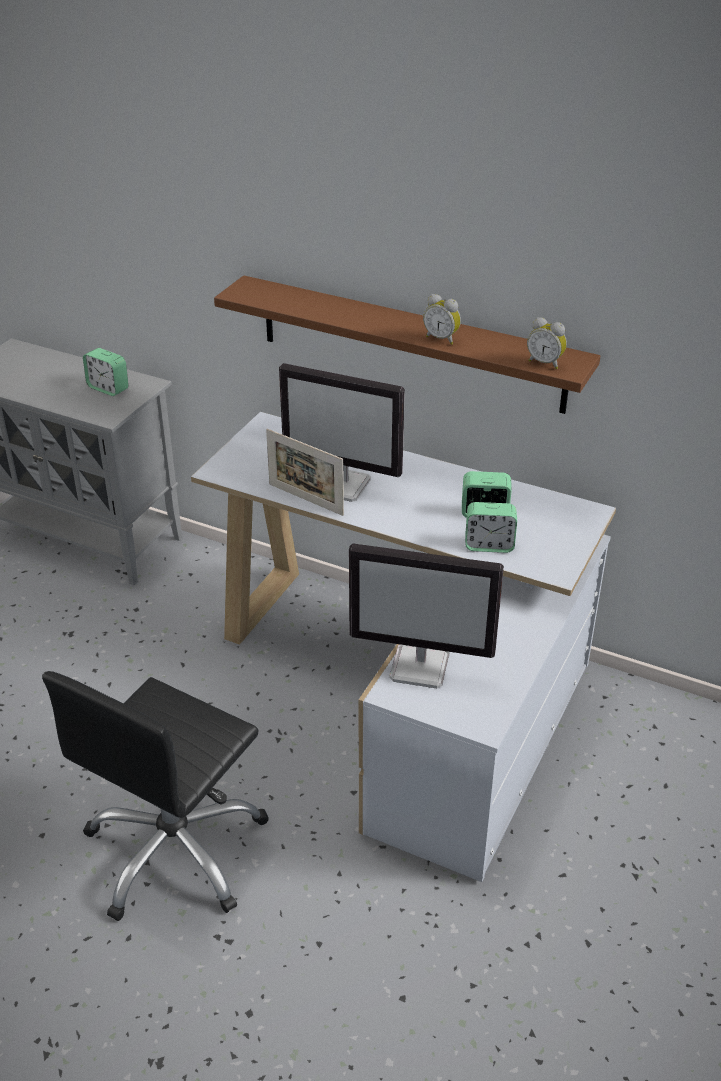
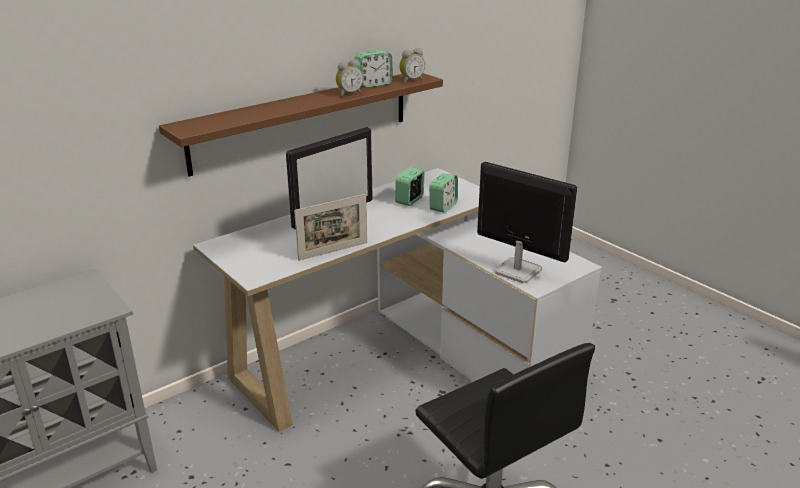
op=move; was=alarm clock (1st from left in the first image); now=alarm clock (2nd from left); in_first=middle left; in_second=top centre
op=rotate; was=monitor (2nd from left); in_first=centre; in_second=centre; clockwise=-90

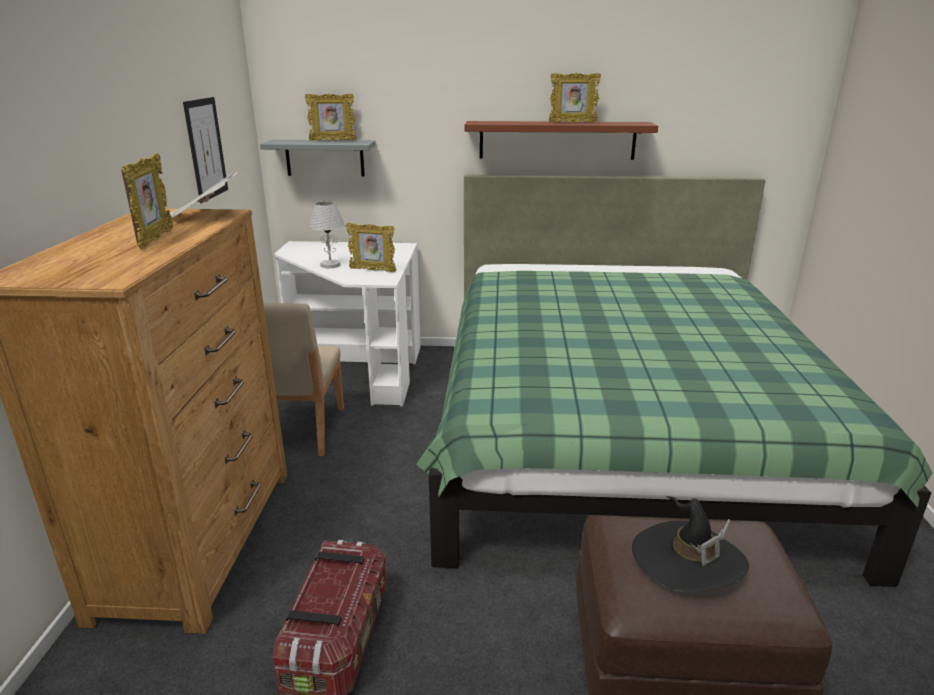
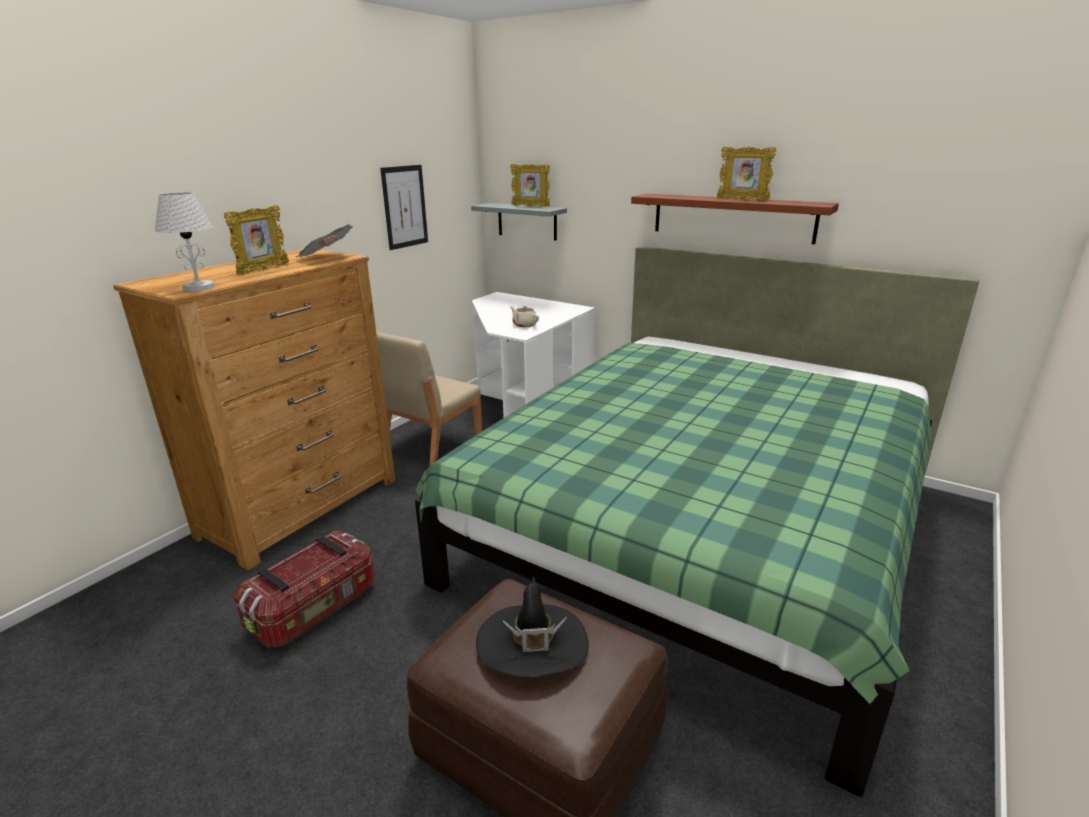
op=move; was=white table lamp; in_first=centre; in_second=top left
op=replace; was=picture frame (3rd from left); now=beige teapot; in_first=centre; in_second=centre

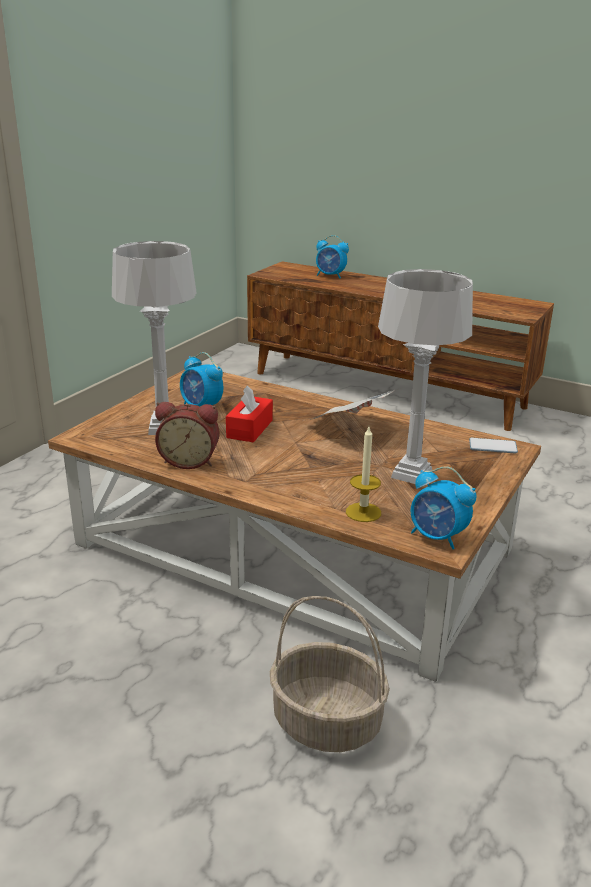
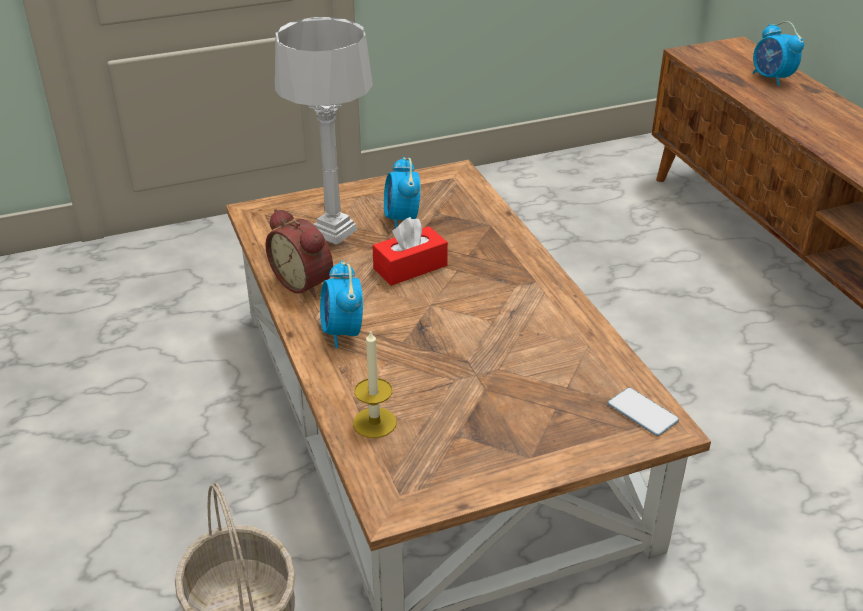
op=move; was=alarm clock (4th from left in the first image); now=alarm clock (2nd from left); in_first=middle right; in_second=centre
op=delete; was=newspaper; in_first=centre
op=delete; was=grey table lamp (2nd from left); in_first=middle right

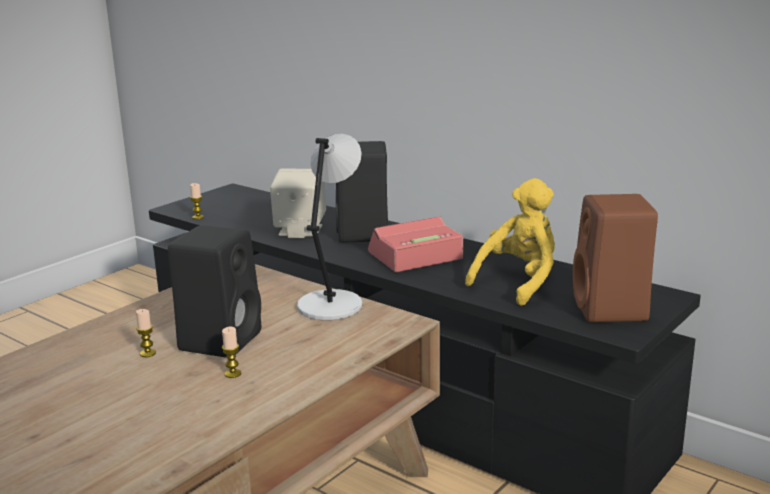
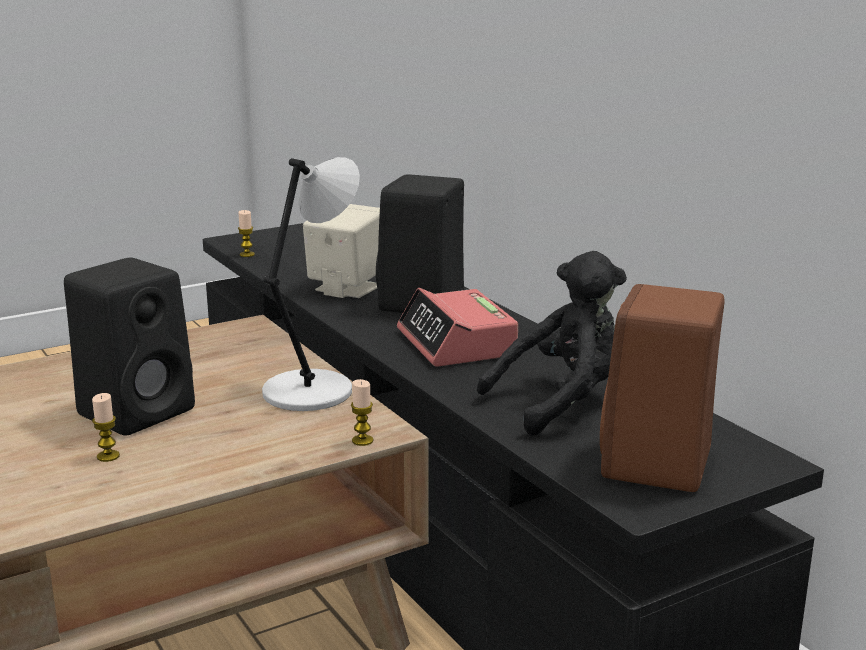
op=move; was=candle (1st from left in the first image); now=candle (3rd from left); in_first=bottom left; in_second=centre
op=rotate; was=alarm clock; in_first=centre; in_second=centre; clockwise=-105
op=recolor; was=yellow plush toy; now=black plush toy; in_first=centre; in_second=centre

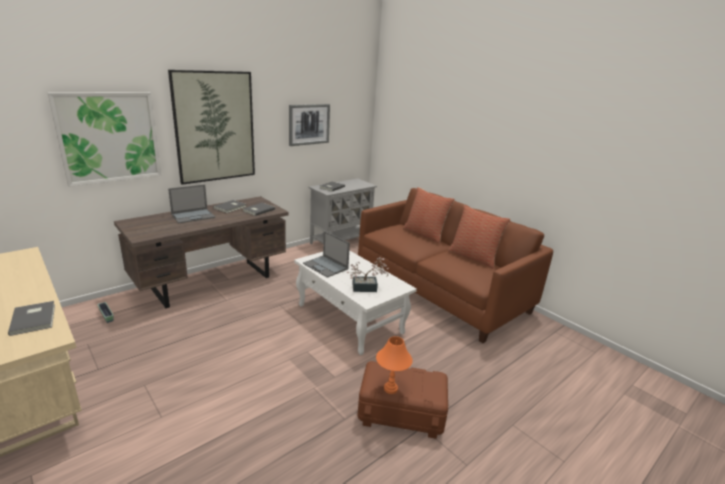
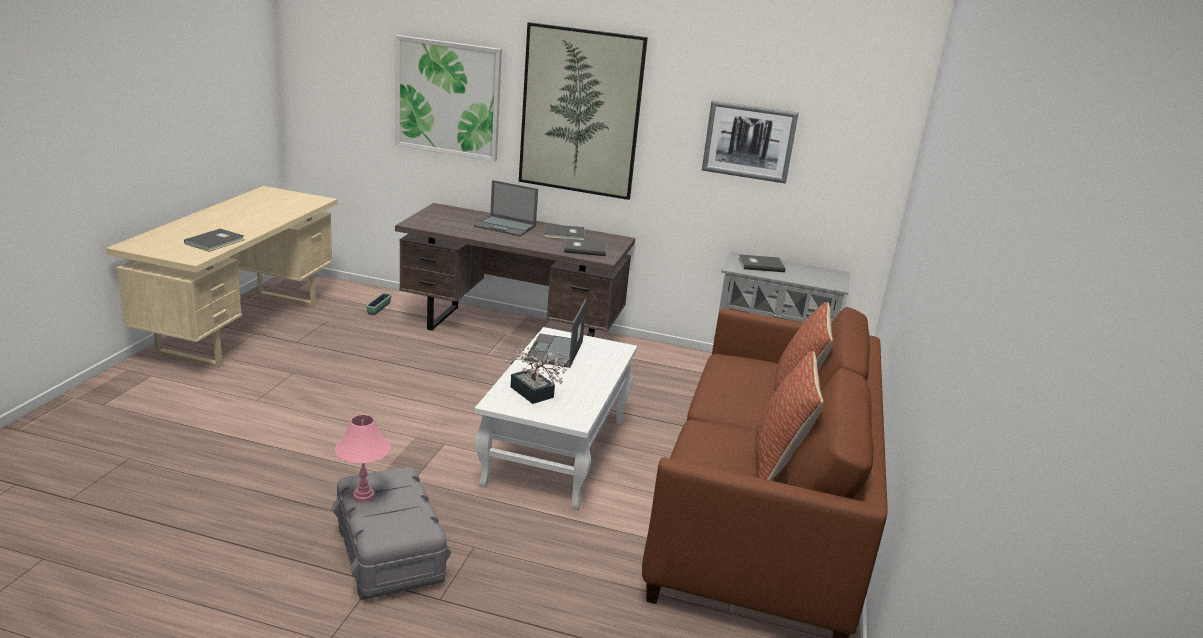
op=recolor; was=brown storage box; now=grey storage box; in_first=bottom centre; in_second=bottom left
op=recolor; was=orange table lamp; now=pink table lamp; in_first=bottom centre; in_second=bottom left

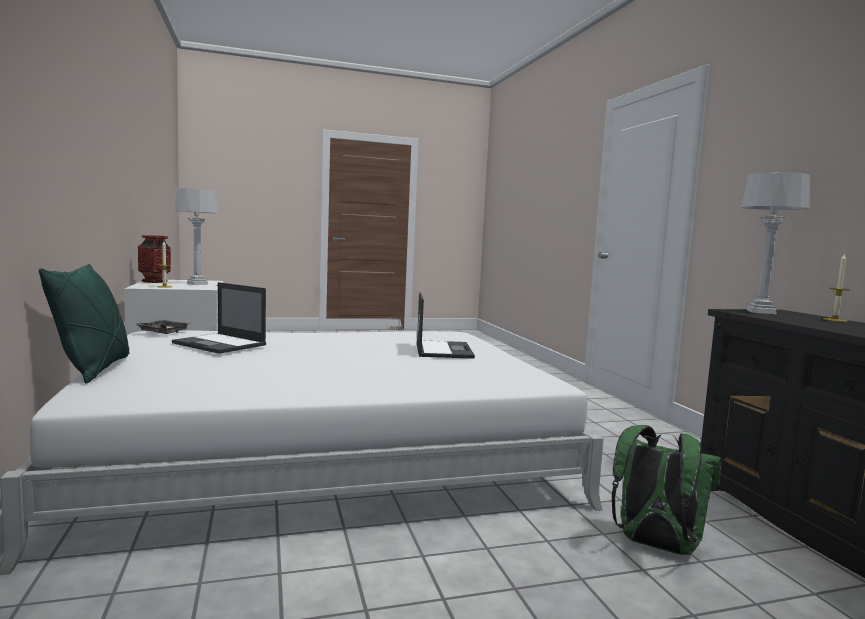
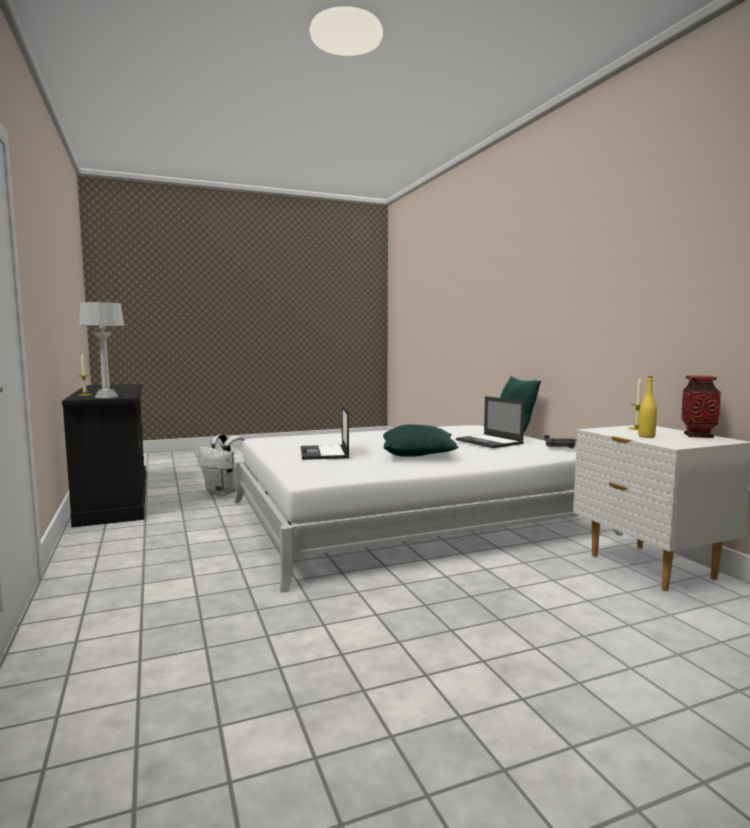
op=recolor; was=green backpack; now=white backpack; in_first=bottom right; in_second=middle left
op=insert; now=green pillow (1st from left); in_second=centre
op=rotate; was=laptop (1st from left in the first image); in_first=middle left; in_second=centre; clockwise=-150
op=replace; was=grey table lamp (1st from left); now=yellow bottle; in_first=middle left; in_second=middle right

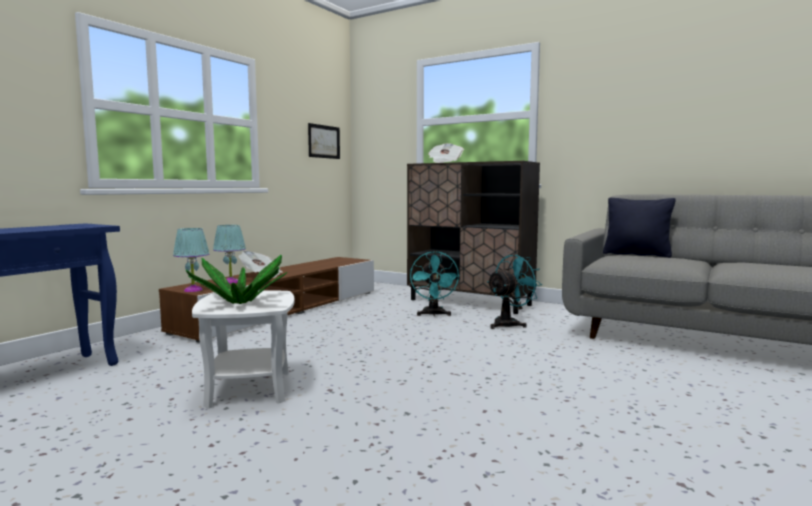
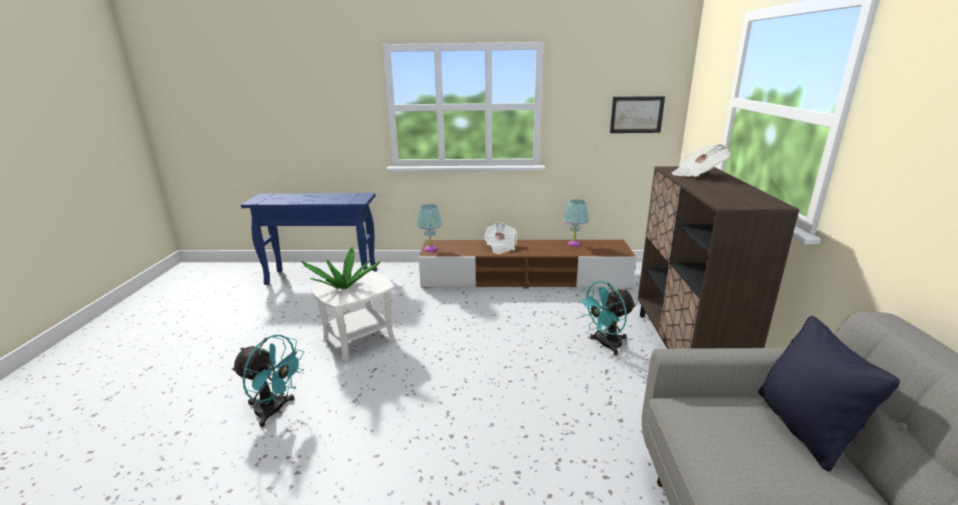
op=move; was=turquoise fan (2nd from left in the first image); now=turquoise fan (1st from left); in_first=centre; in_second=bottom left
op=move; was=turquoise table lamp (2nd from left); in_first=middle left; in_second=centre

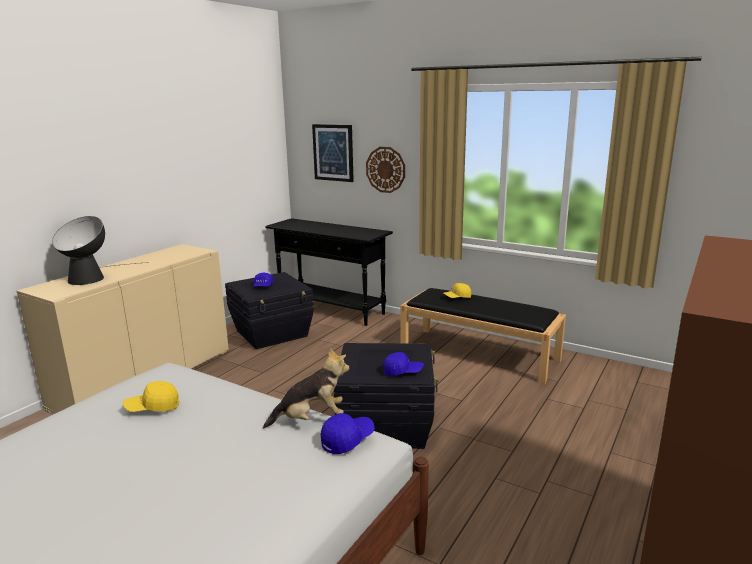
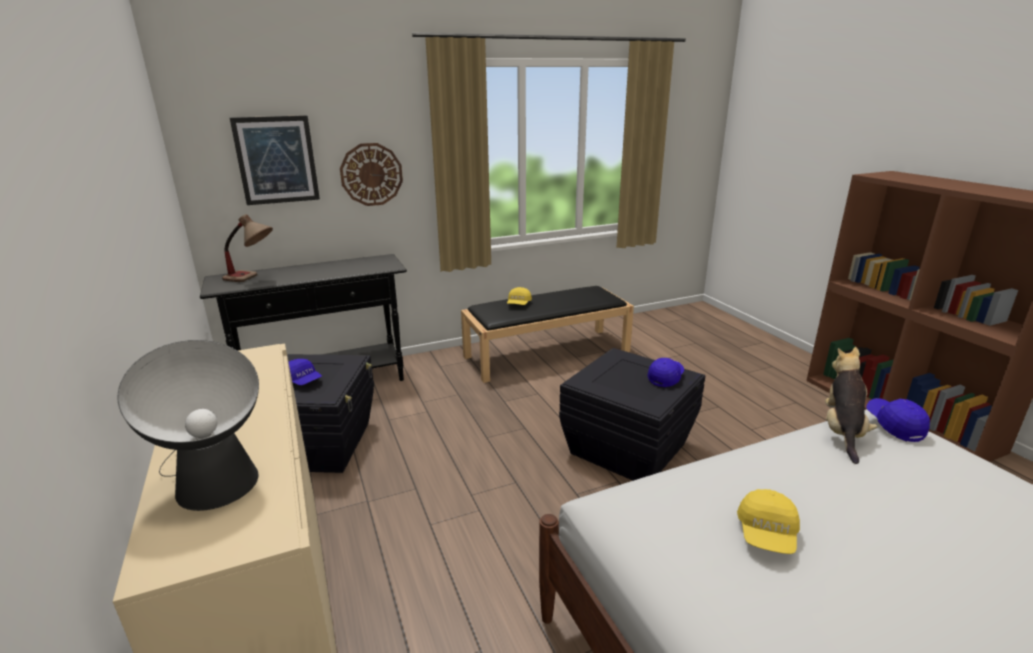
op=insert; now=table lamp (2nd from left); in_second=middle left

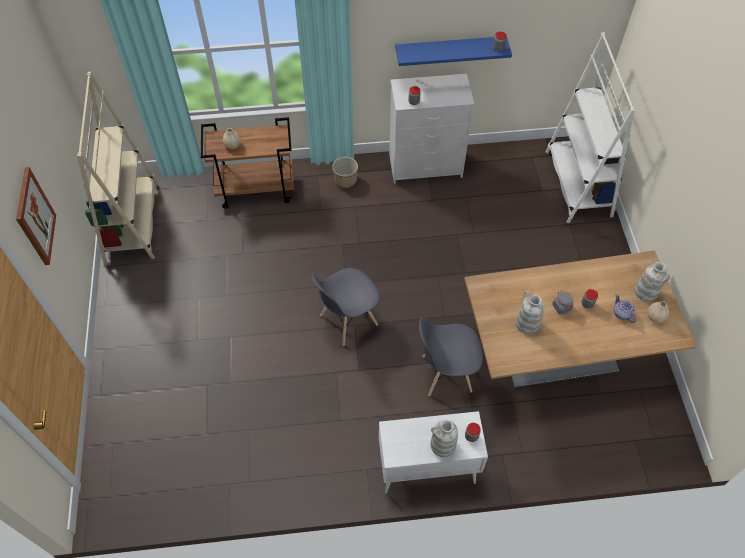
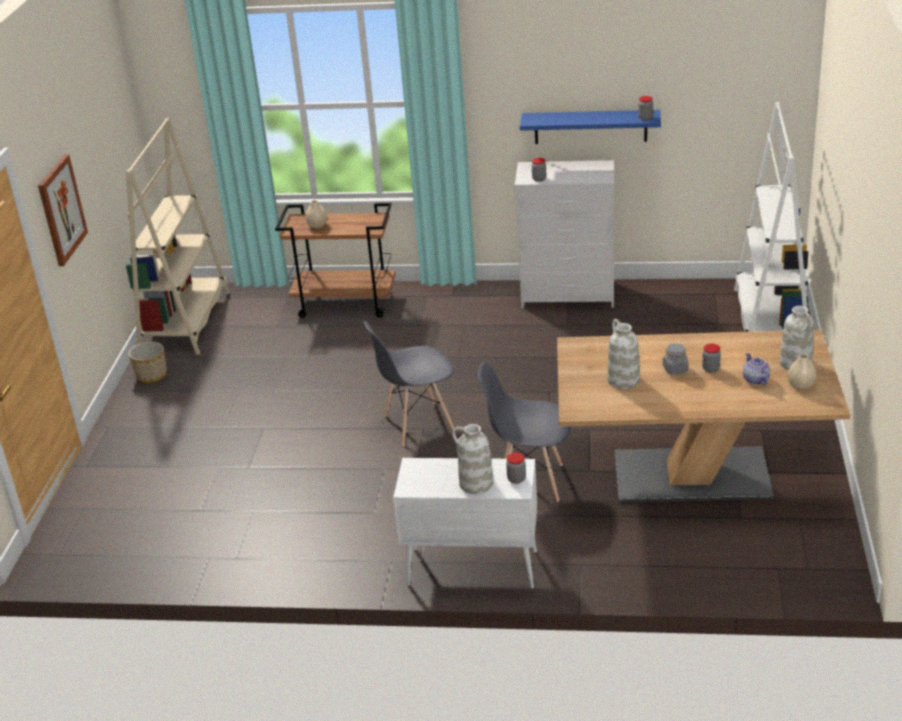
op=move; was=planter; in_first=top centre; in_second=middle left

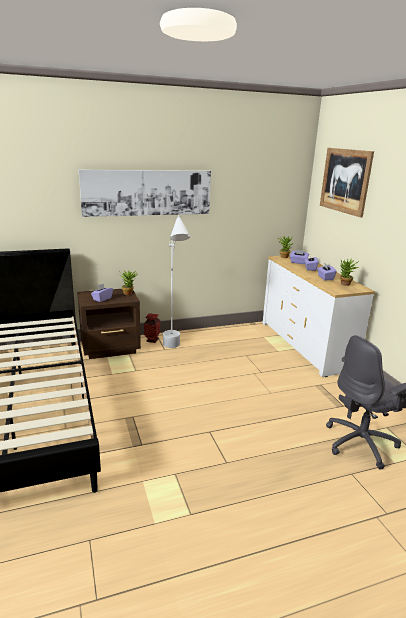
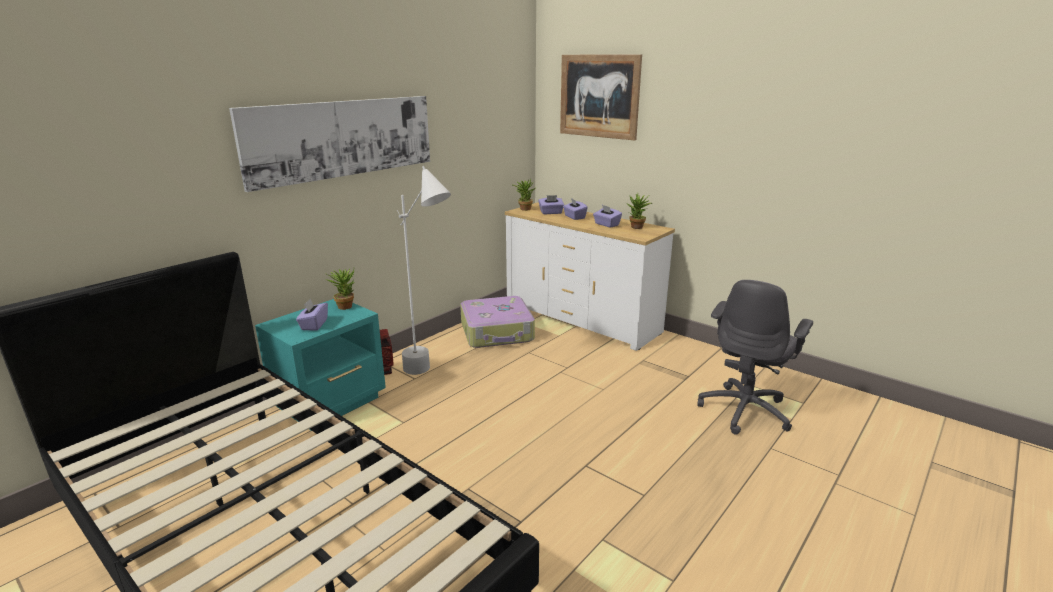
op=recolor; was=brown nightstand; now=turquoise nightstand; in_first=middle left; in_second=middle left
op=insert; now=suitcase; in_second=centre

